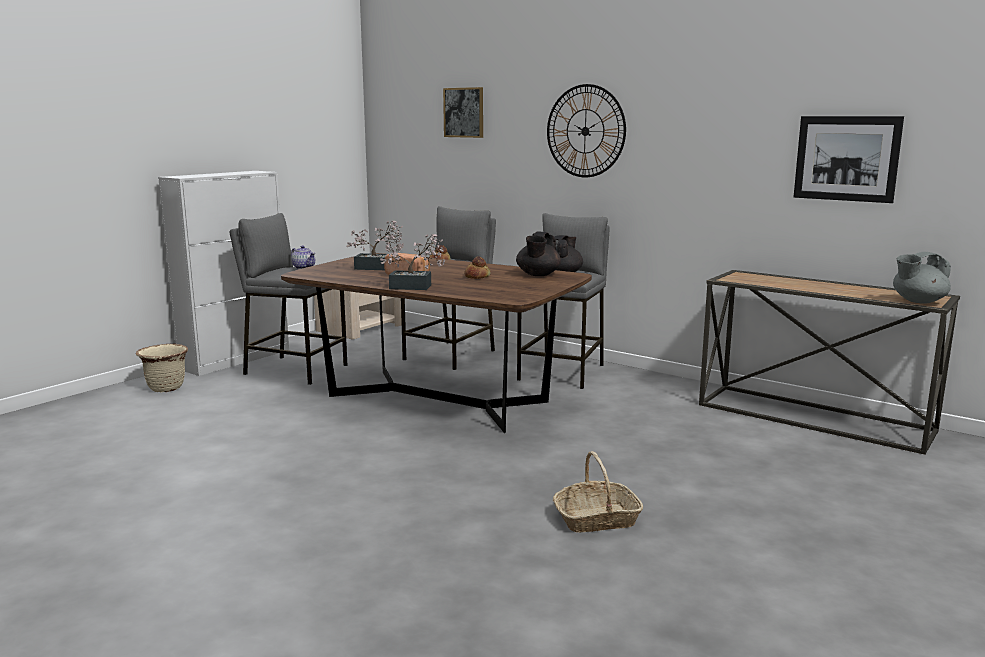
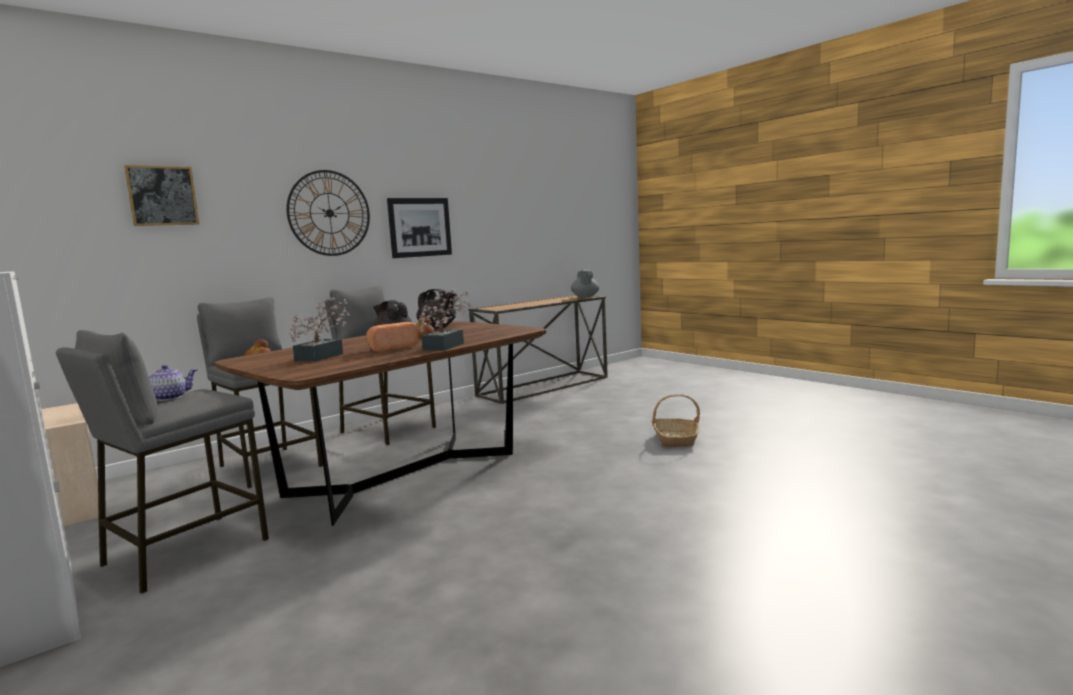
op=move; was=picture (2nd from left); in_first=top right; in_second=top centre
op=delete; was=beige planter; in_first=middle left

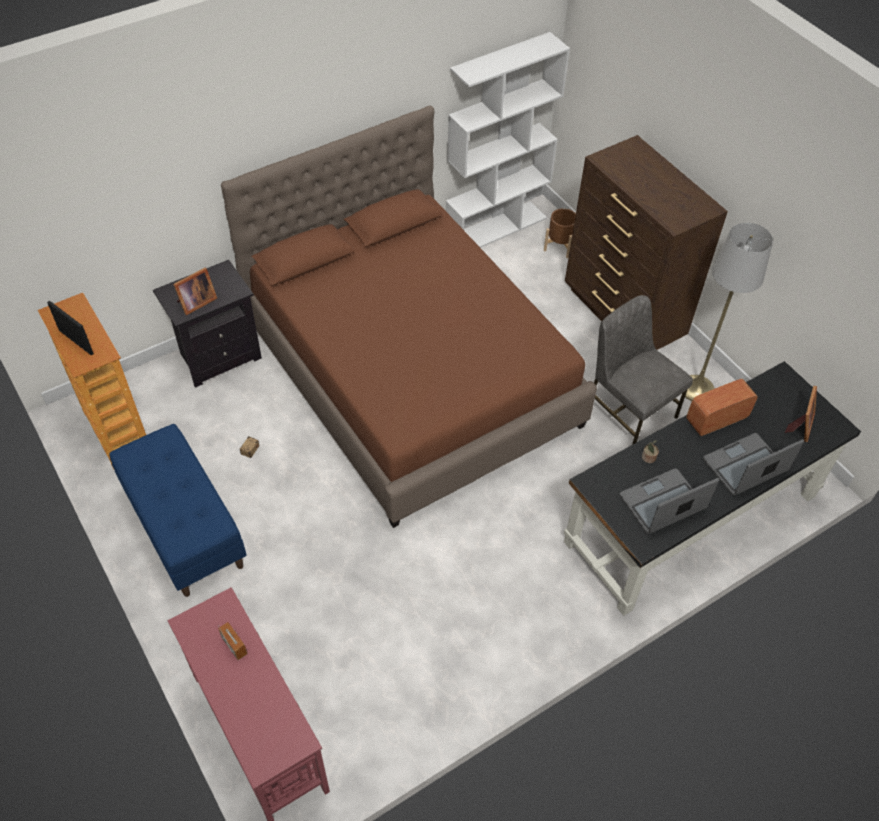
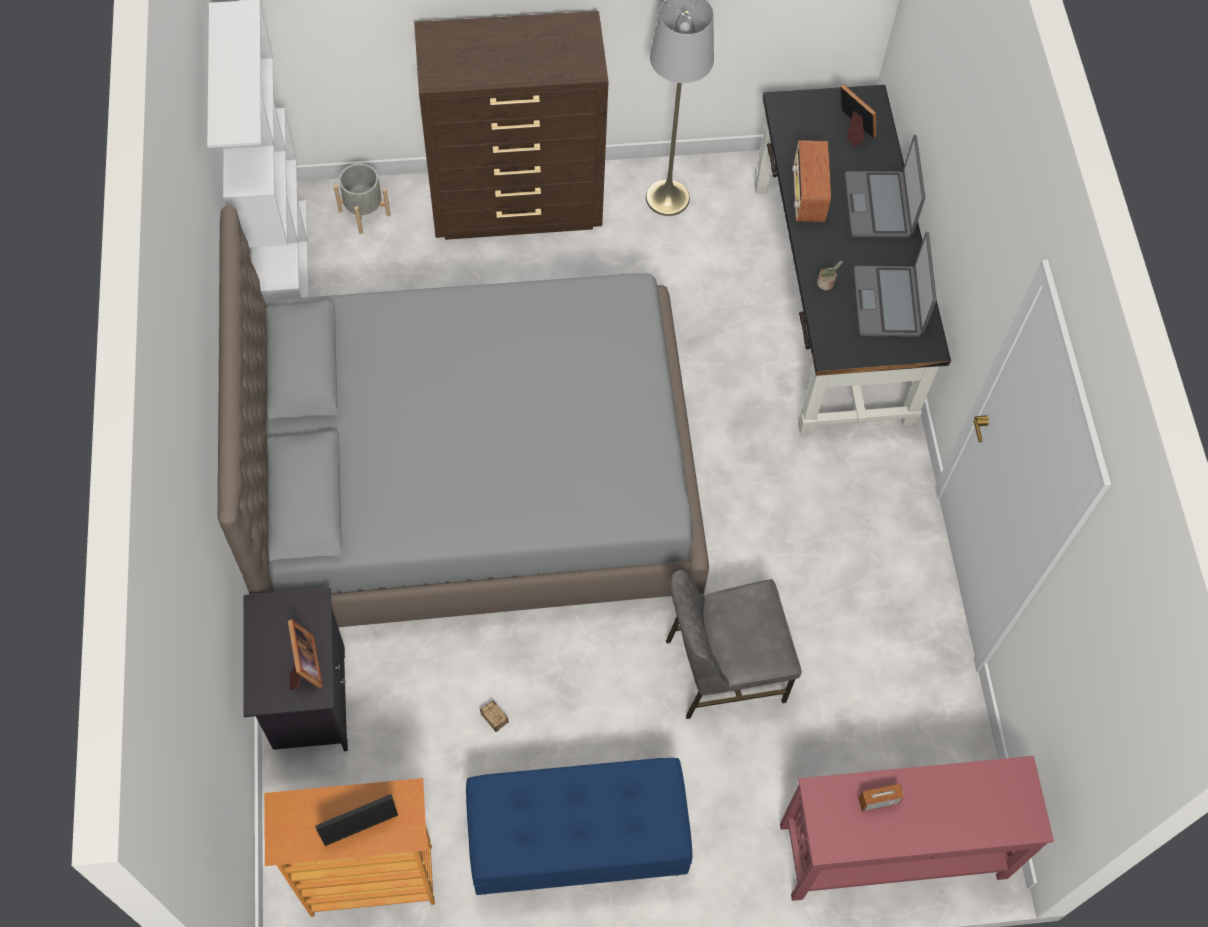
op=recolor; was=brown bed; now=grey bed; in_first=centre; in_second=centre
op=recolor; was=brown planter; now=grey planter; in_first=top centre; in_second=top left
op=move; was=grey chair; in_first=middle right; in_second=bottom centre

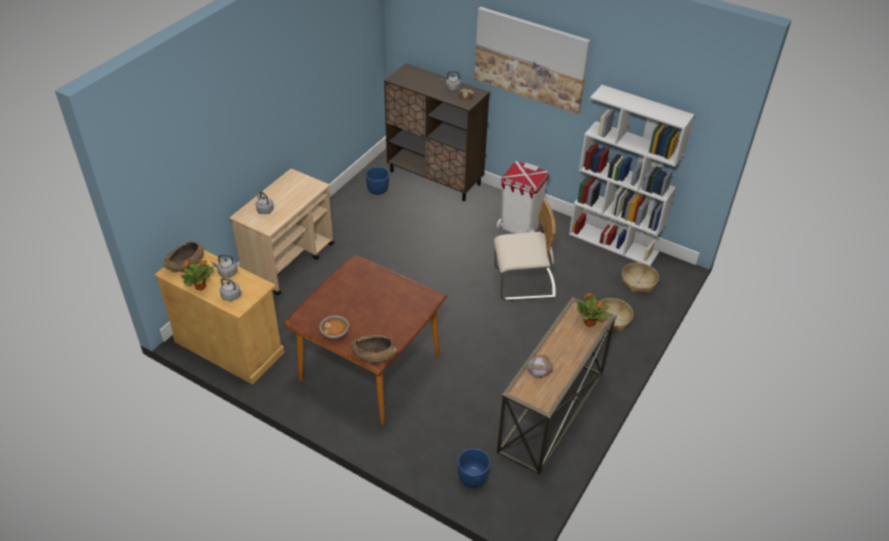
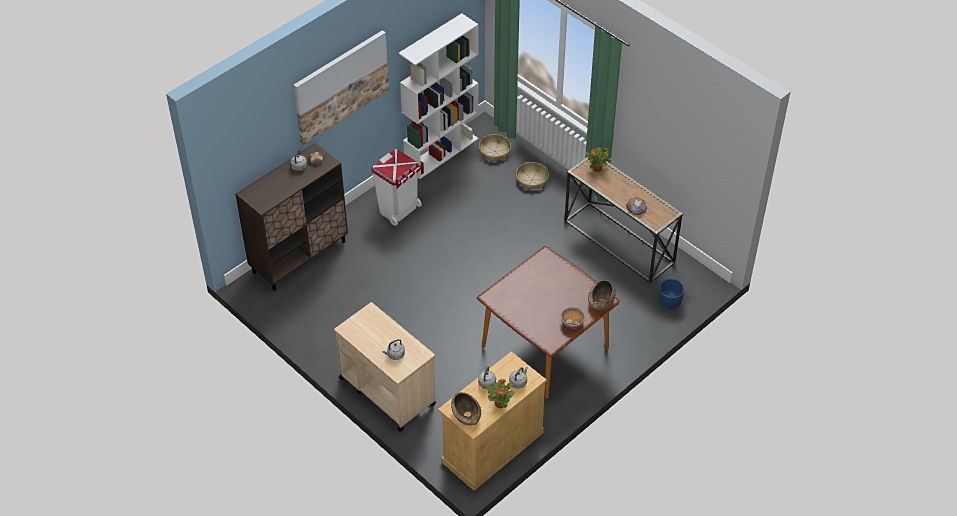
op=delete; was=blue planter (1st from left); in_first=centre
op=delete; was=beige chair; in_first=centre

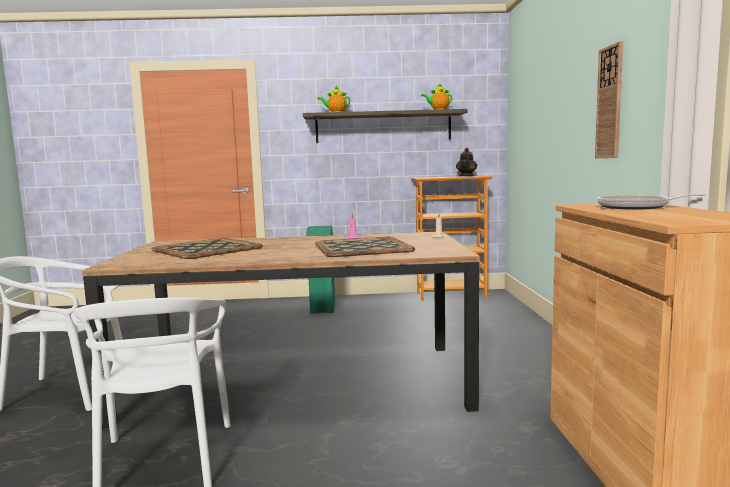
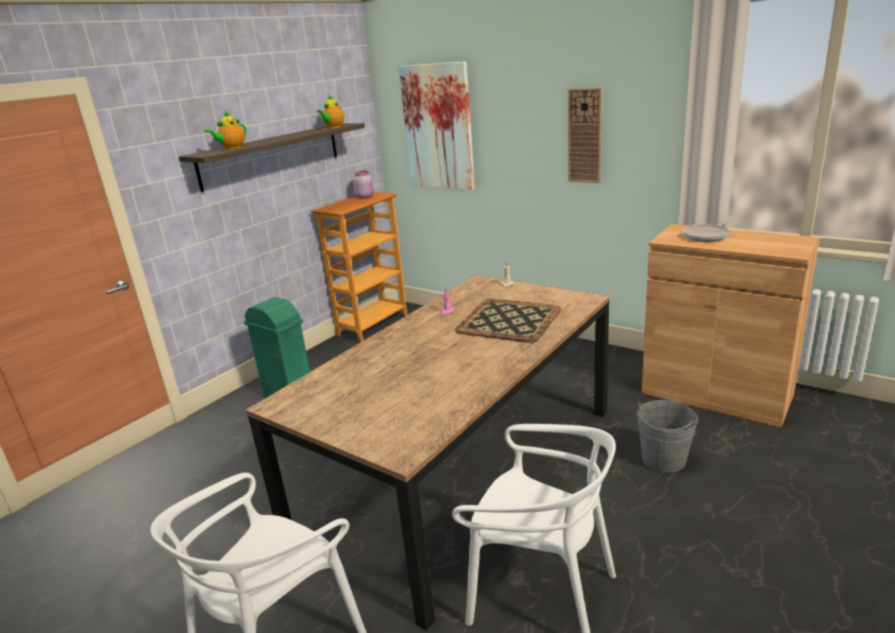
op=replace; was=teapot (3rd from left); now=pink jar; in_first=top centre; in_second=top centre
op=insert; now=picture; in_second=top centre
op=insert; now=grey bucket; in_second=bottom right
op=delete; was=tray (1st from left); in_first=middle left

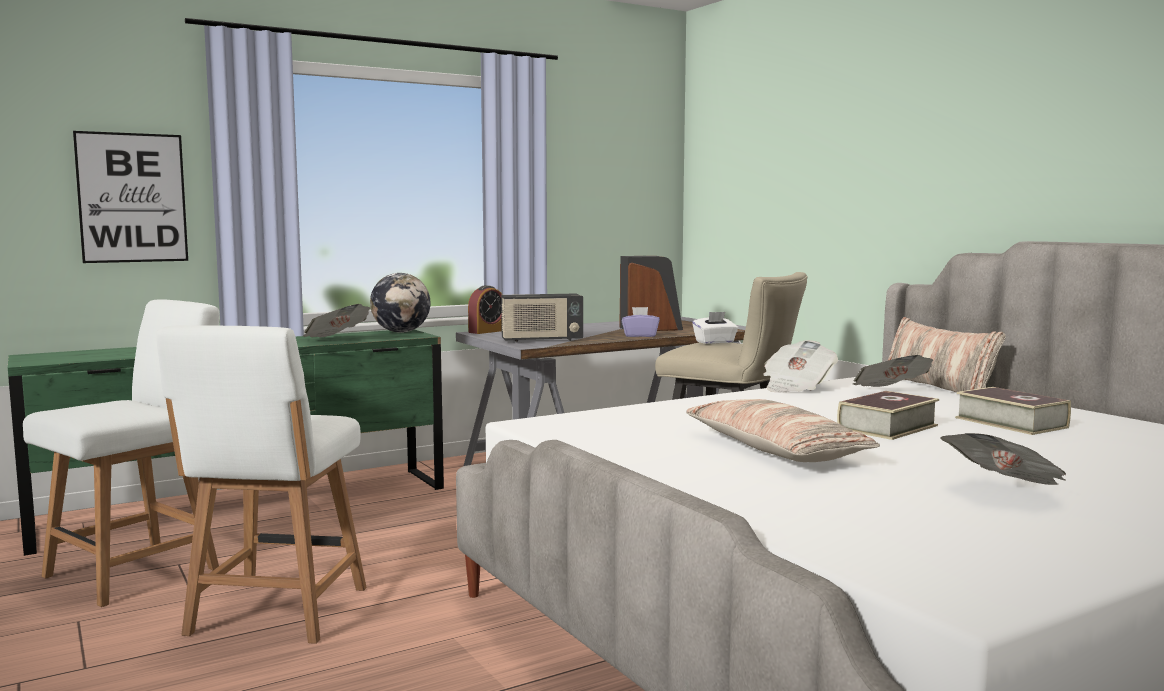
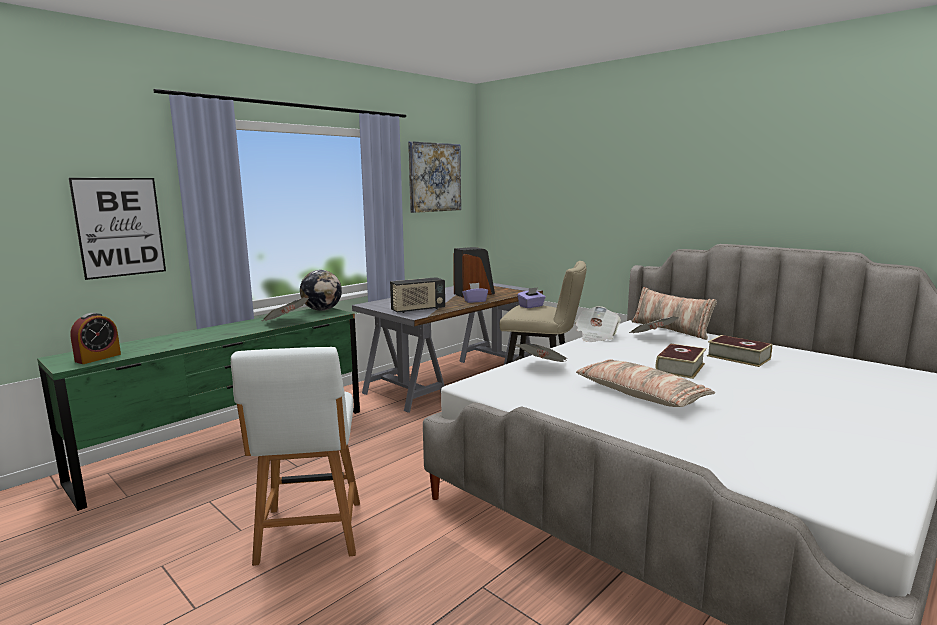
op=move; was=alarm clock; in_first=centre; in_second=middle left
op=insert; now=picture (2nd from left); in_second=top centre
op=move; was=newspaper (4th from left in the first image); now=newspaper (2nd from left); in_first=middle right; in_second=centre
op=recolor; was=white tissue box; now=purple tissue box (2nd from left); in_first=centre; in_second=centre
op=delete; was=white chair (1st from left); in_first=middle left

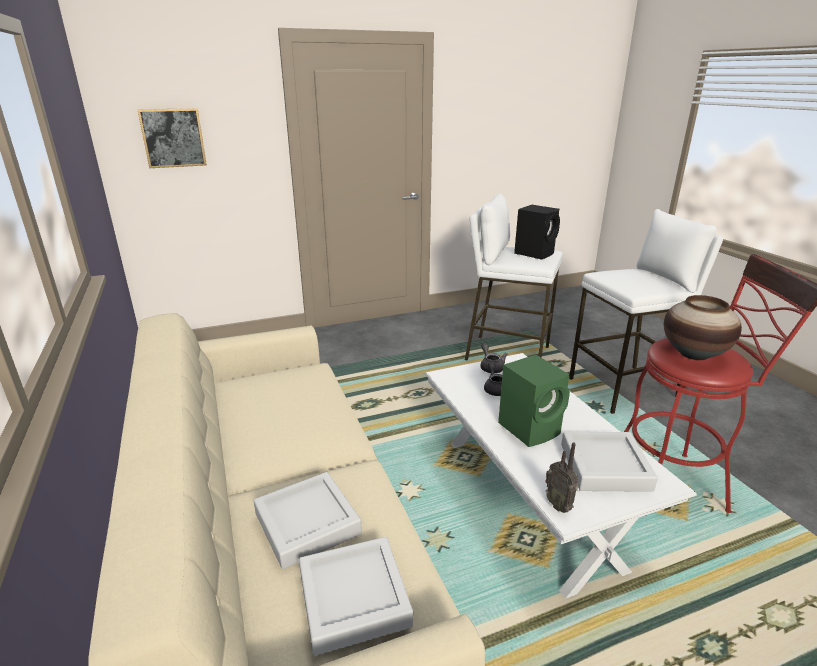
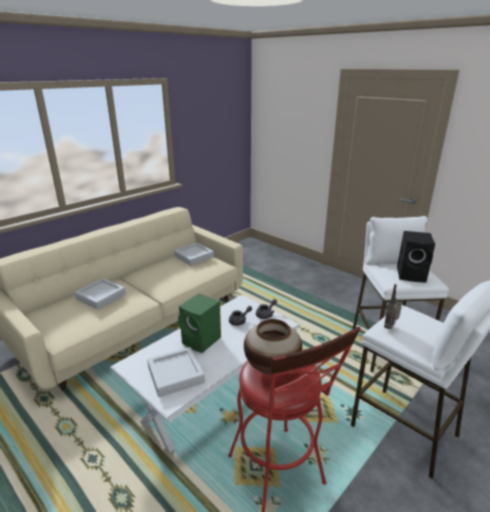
op=move; was=grey tray (2nd from left in the first image); now=grey tray (3rd from left); in_first=bottom centre; in_second=centre
op=move; was=radio; in_first=bottom right; in_second=middle right
op=delete; was=picture; in_first=top left

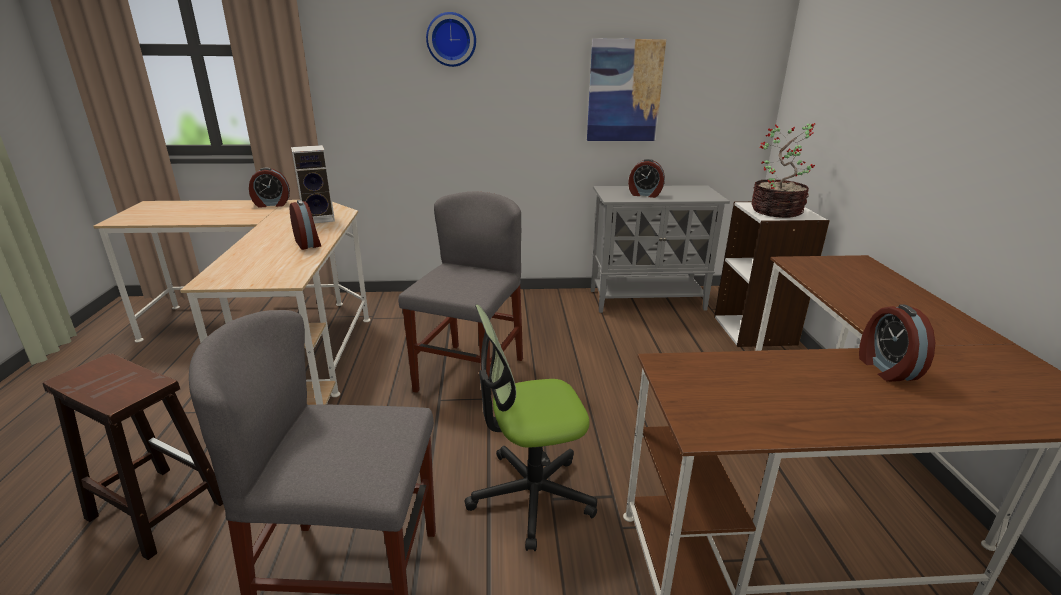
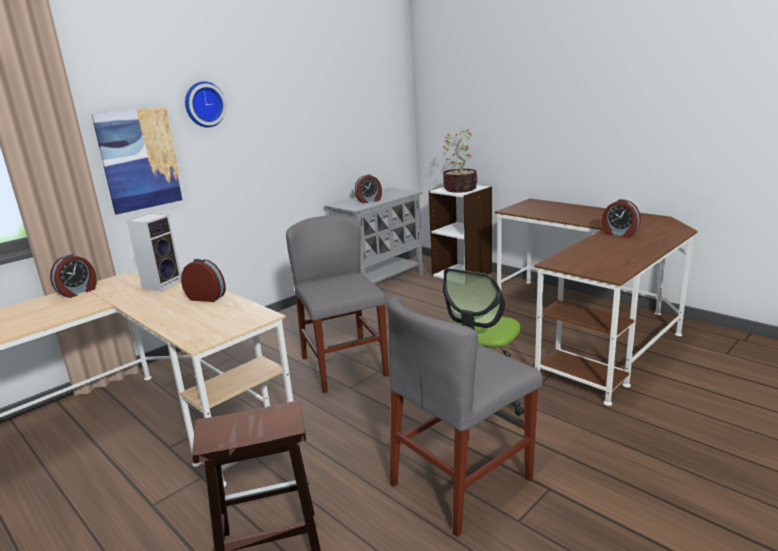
op=move; was=picture; in_first=top centre; in_second=top left

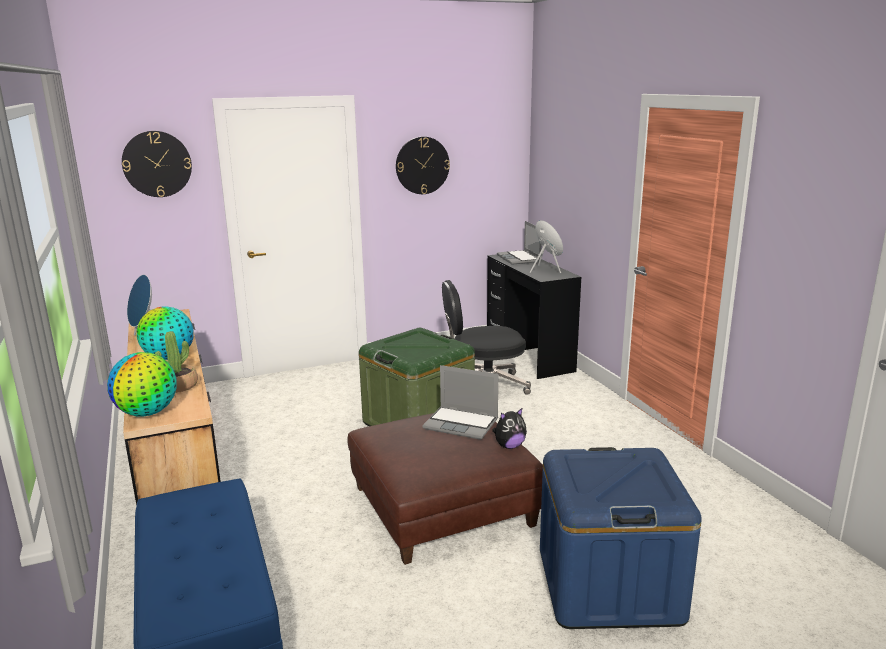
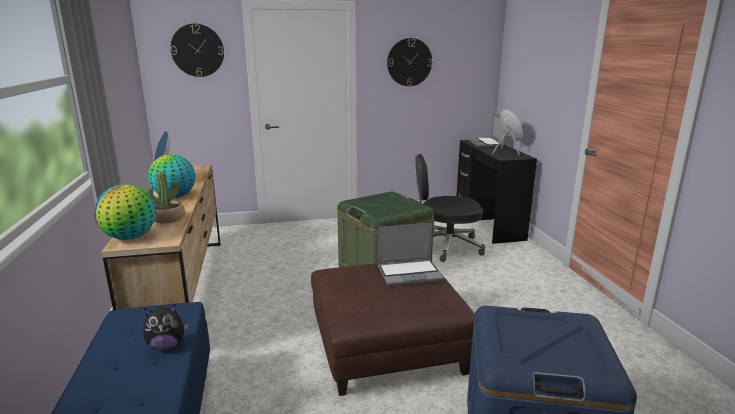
op=move; was=plush toy; in_first=centre; in_second=bottom left
op=rotate; was=laptop (1st from left); in_first=centre; in_second=centre; clockwise=-45

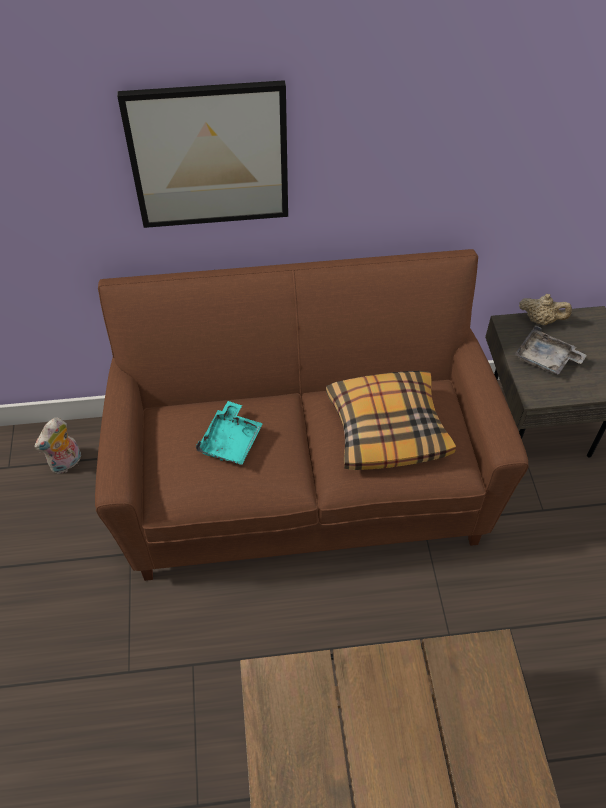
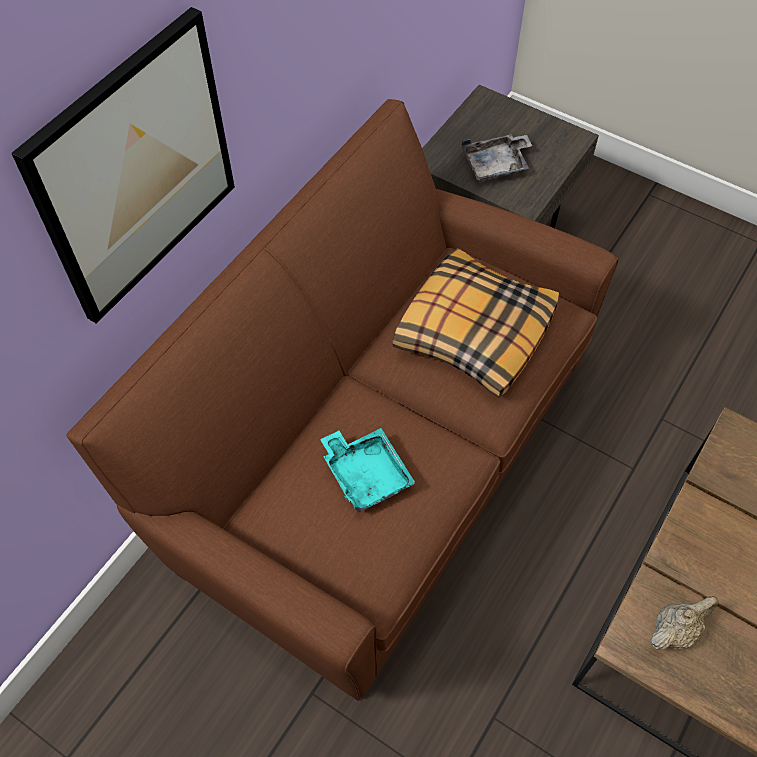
op=move; was=beige teapot; in_first=middle right; in_second=bottom right
op=delete; was=plush toy; in_first=middle left

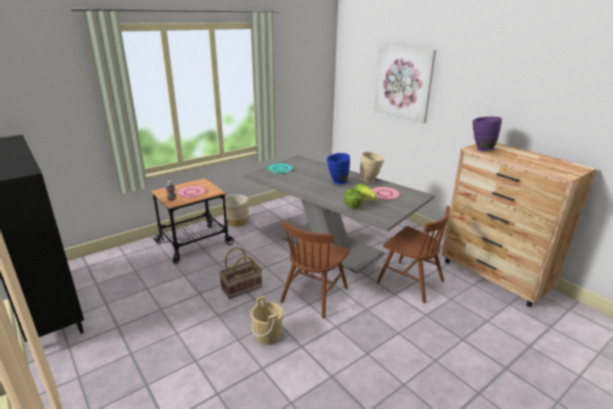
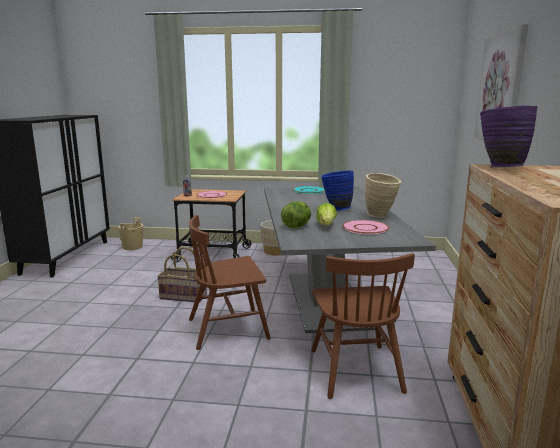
op=move; was=beige bucket; in_first=bottom centre; in_second=middle left

